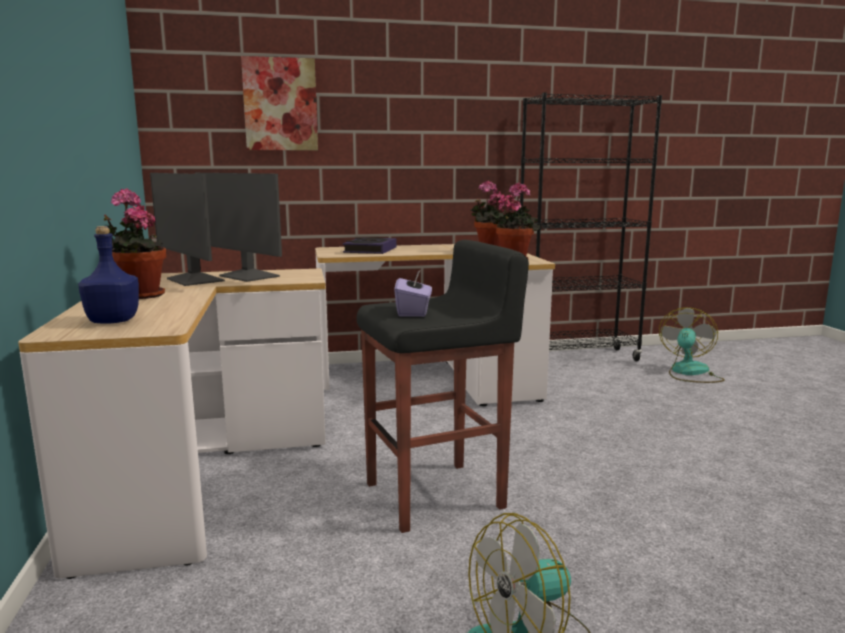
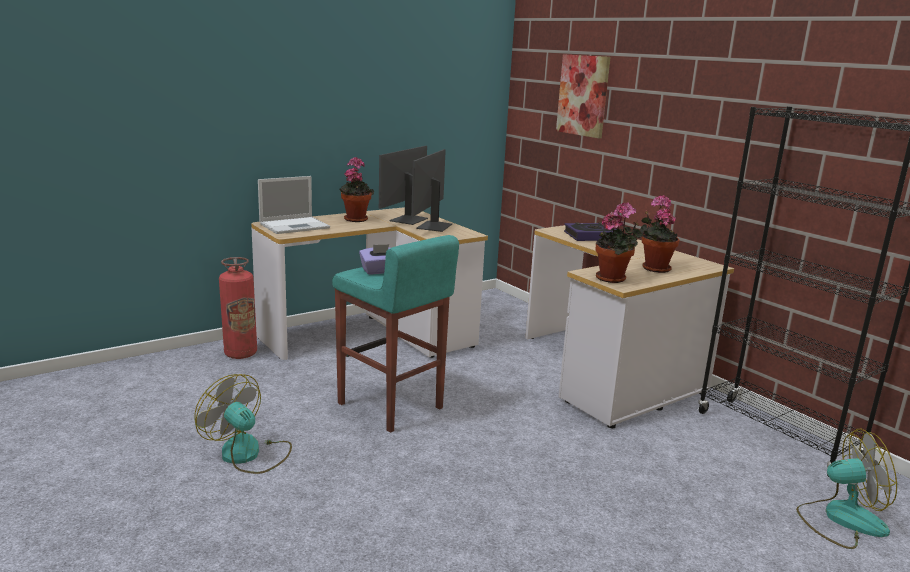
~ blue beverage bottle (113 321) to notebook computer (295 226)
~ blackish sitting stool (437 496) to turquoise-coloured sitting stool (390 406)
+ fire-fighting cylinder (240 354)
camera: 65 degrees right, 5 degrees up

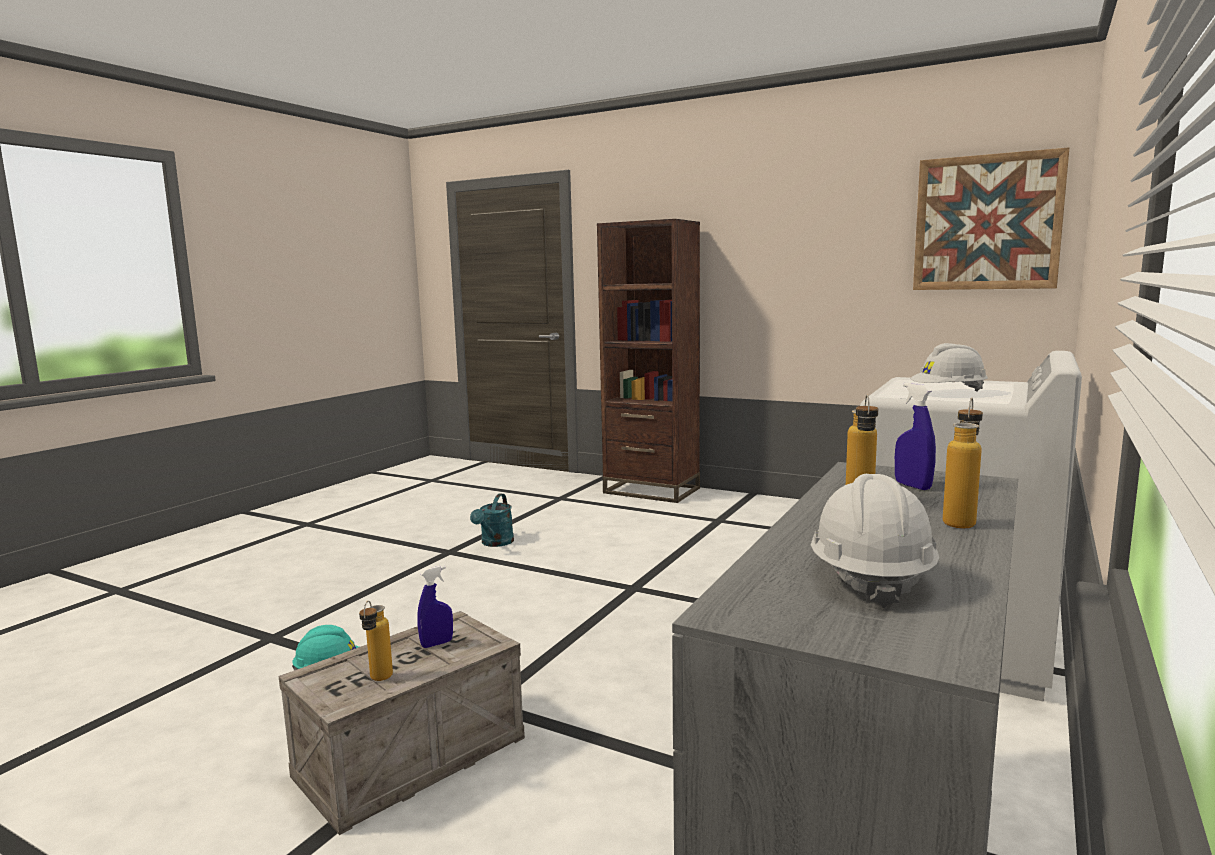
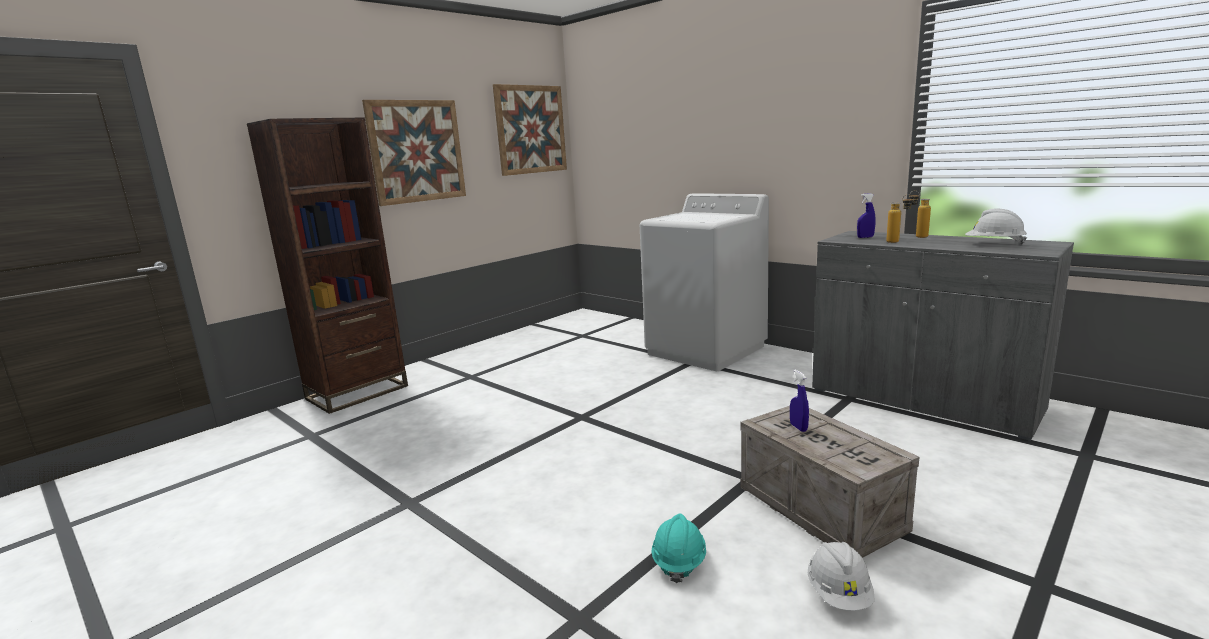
- beverage bottle (378 681)
- turquoise-coloured watering pot (495 543)
~ whitish safety helmet (948 393) to (839 594)
+ picture (417 151)
camera: 75 degrees left, 5 degrees up

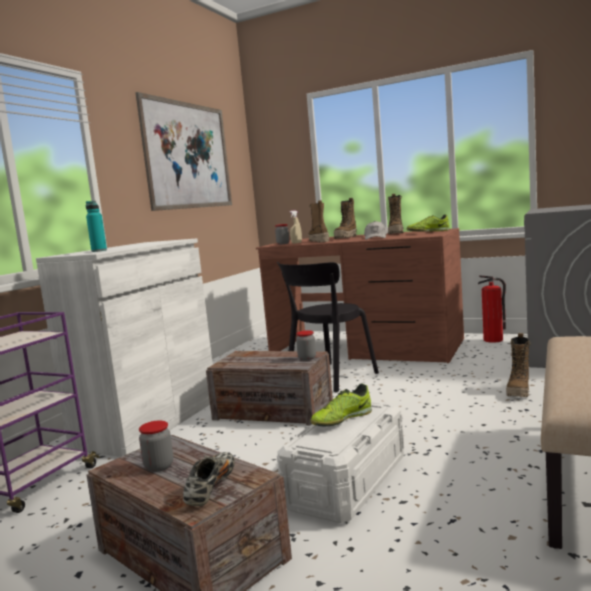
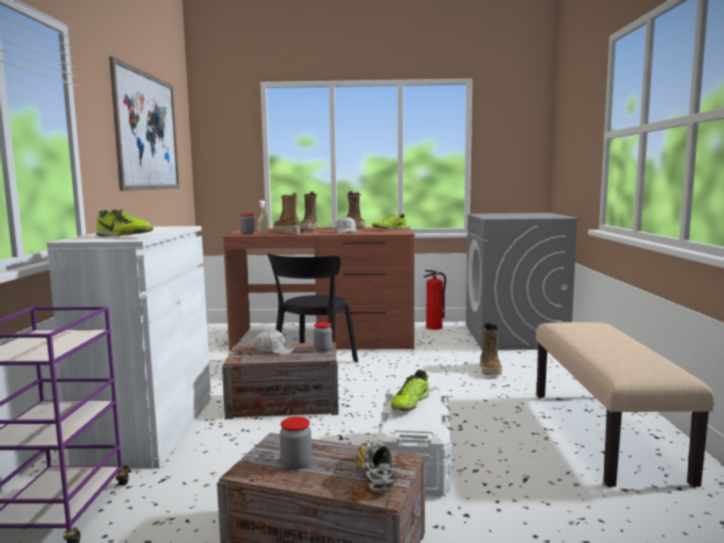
~ turquoise-coloured beverage bottle (99 251) to shoe (123 236)
+ whitish peaked cap (274 350)
camera: 25 degrees left, 0 degrees up

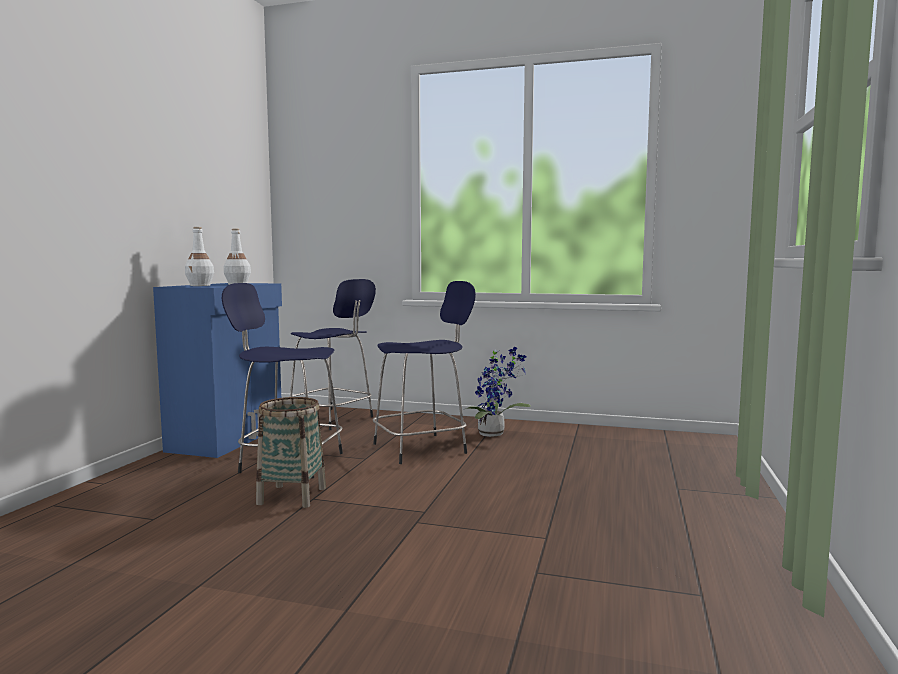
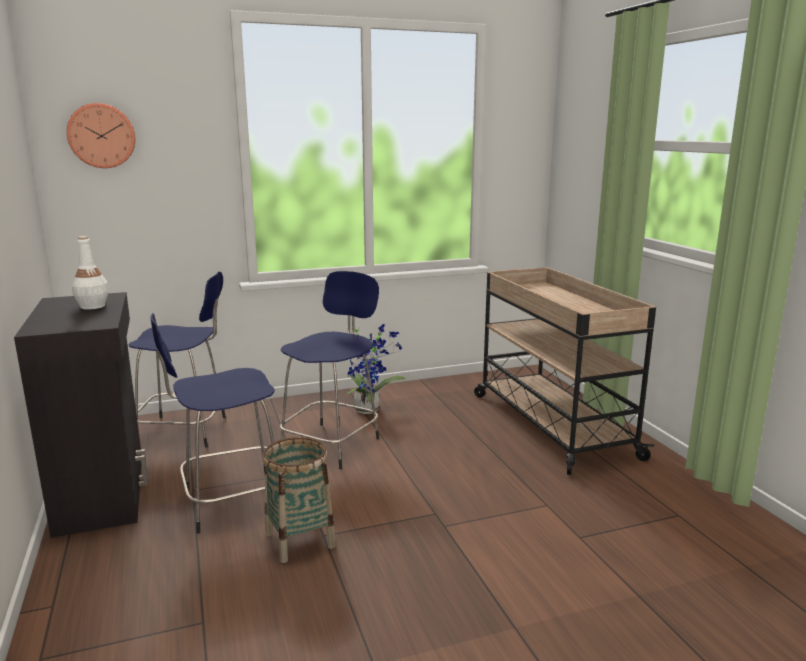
~ blue storage cabinet (229 438) to blackish storage cabinet (104 491)
- whitish beverage bottle (200 285)
+ wall clock (102 136)
+ beige-coloured trolley (550 424)
camera: 35 degrees left, 10 degrees up

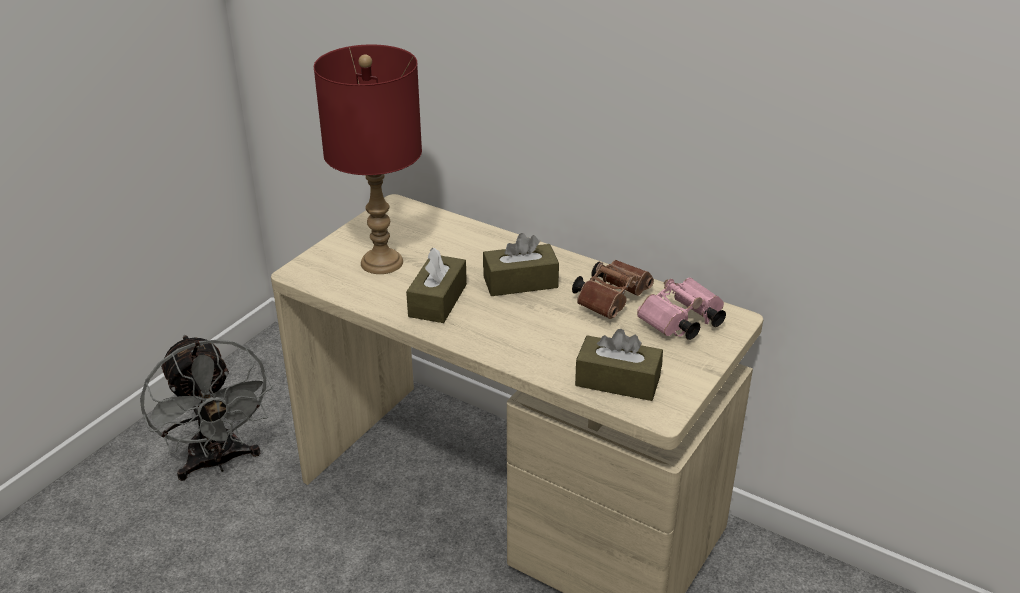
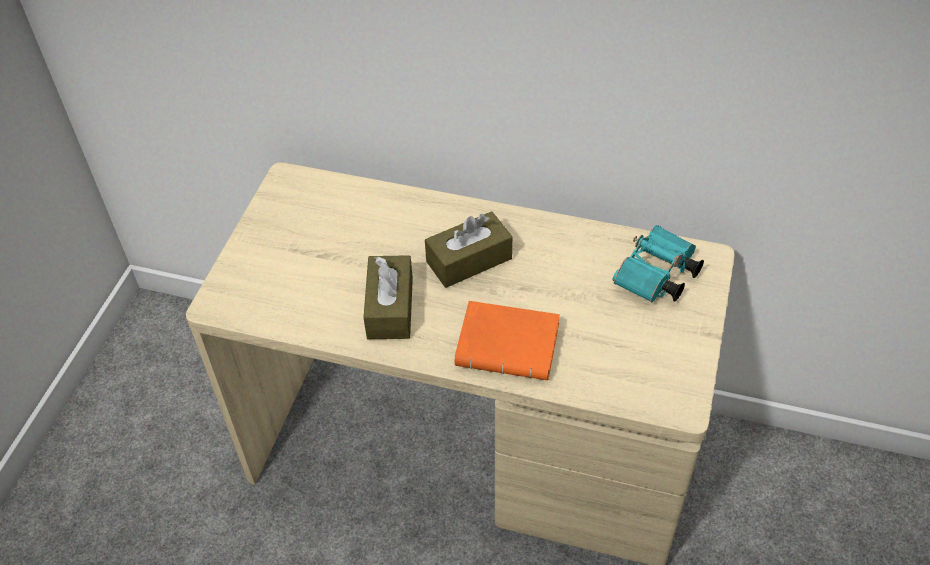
- grey fan (218 462)
- red table lamp (381 263)
- brown pair of binoculars (612 299)
- brown tissue holder (617 381)
~ pinkish pair of binoculars (680 323) to turquoise-coloured pair of binoculars (655 278)
+ orange volume (511 345)
camera: 15 degrees left, 15 degrees up

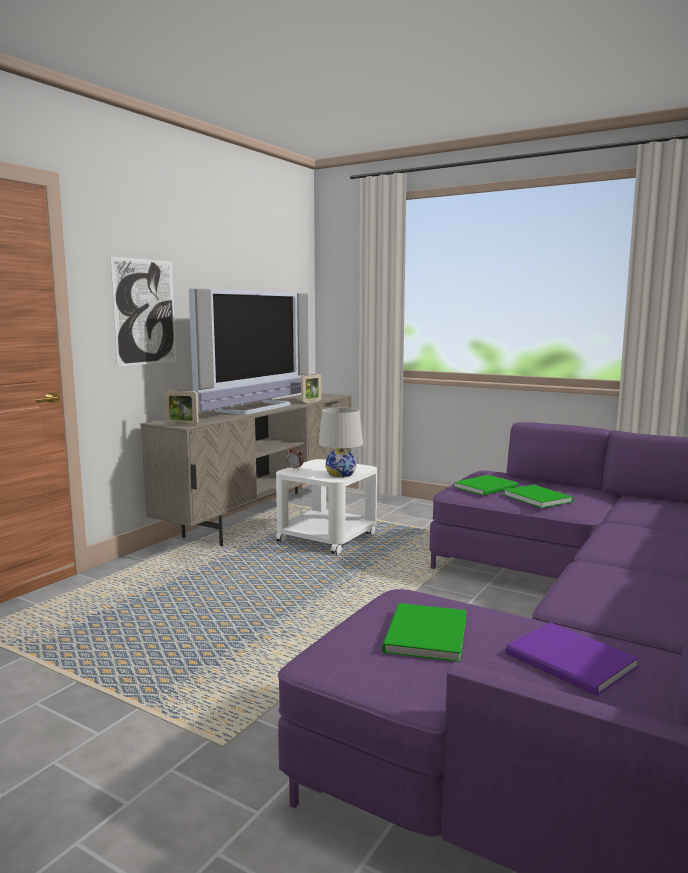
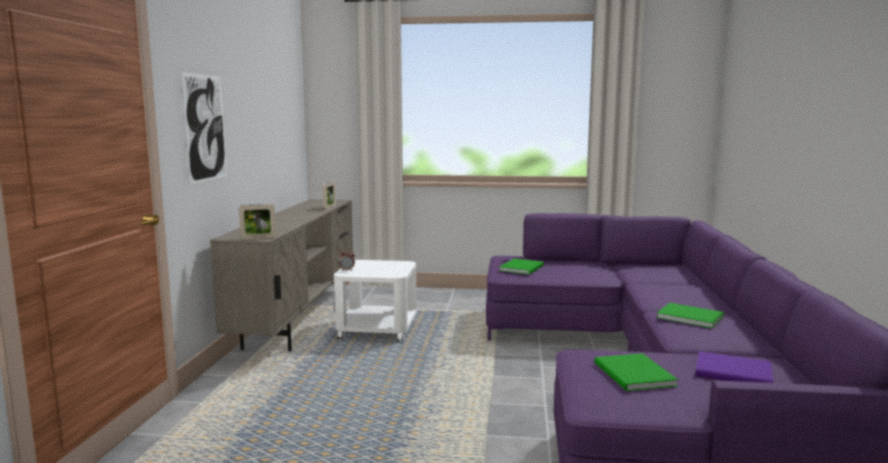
- TV set (257 408)
- whitish table lamp (341 474)
~ green volume (537 497) to (688 316)
camera: 25 degrees left, 0 degrees up

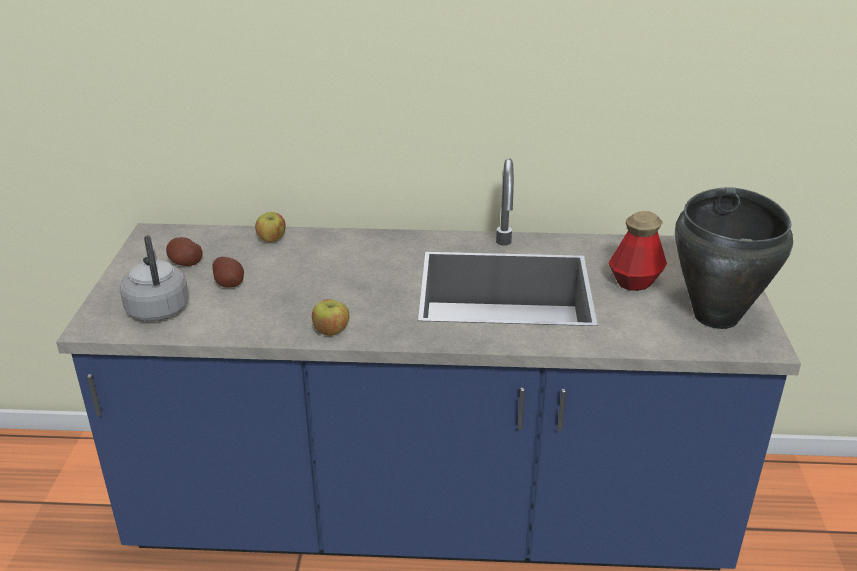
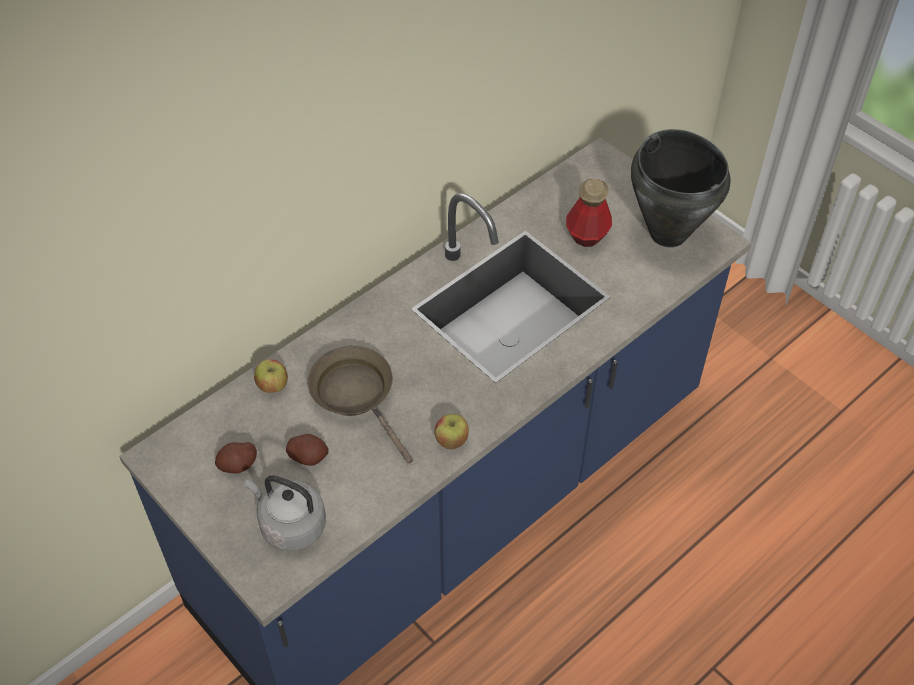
+ brown skillet (356 395)
camera: 45 degrees left, 20 degrees up

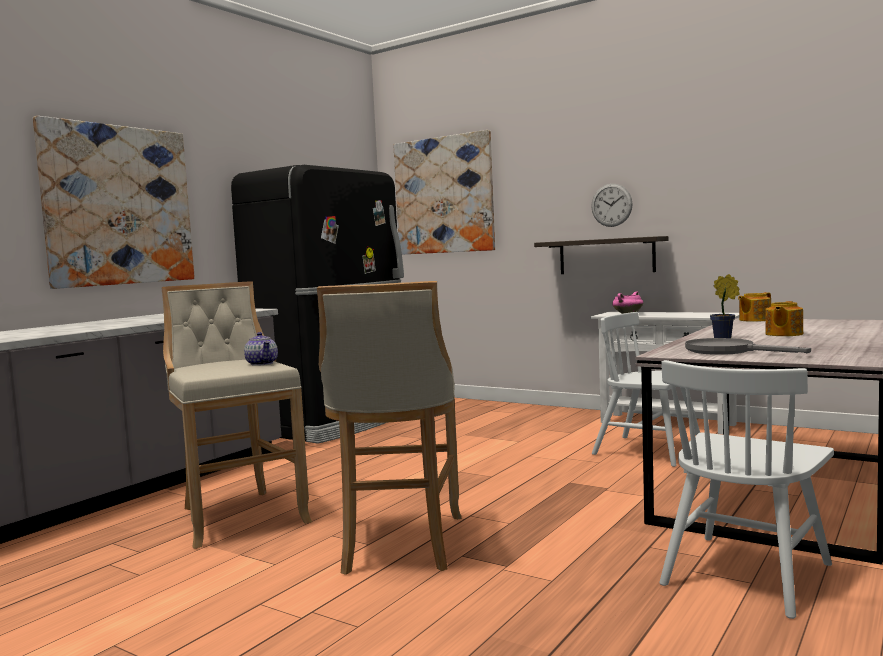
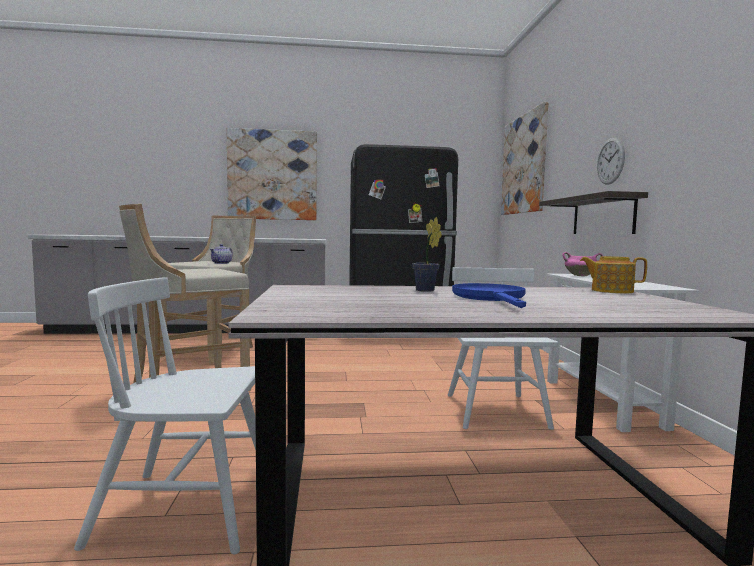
- grey skillet (729 351)
~ pot for tea (783 334) to blue skillet (491 298)
camera: 50 degrees right, 0 degrees up

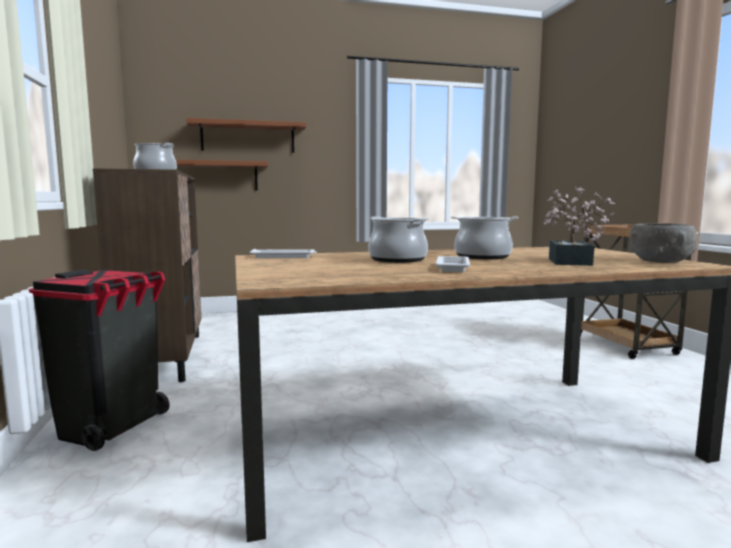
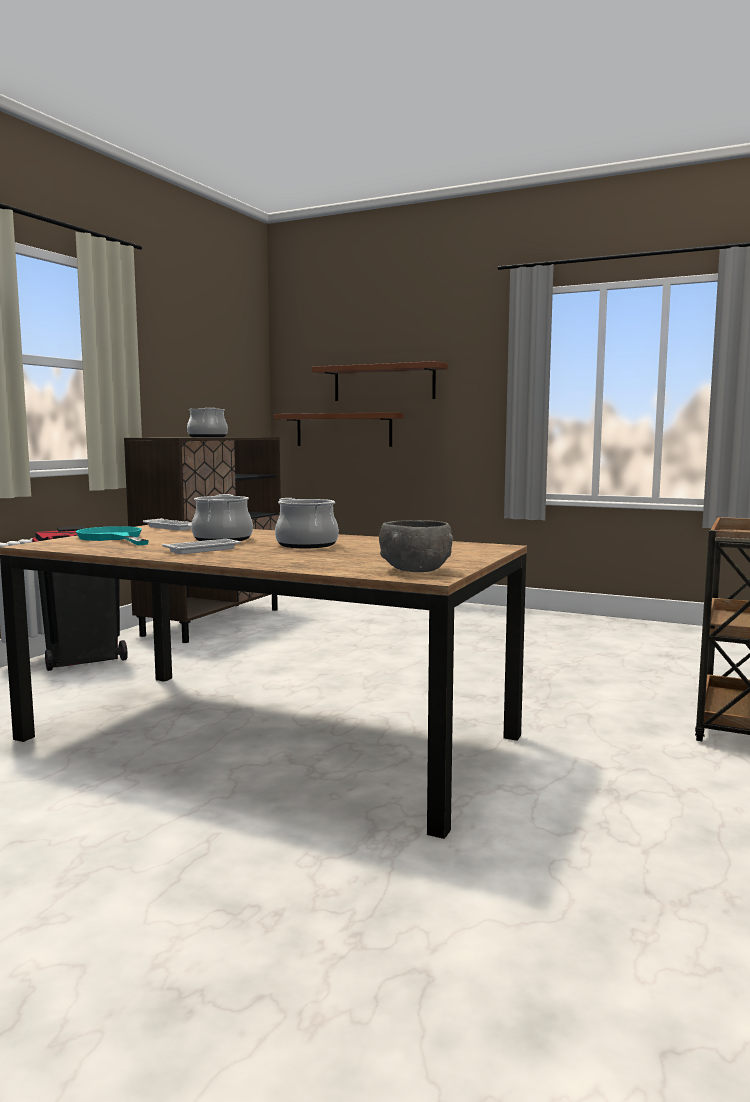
- houseplant (570 262)
+ turquoise-coloured skillet (113 538)
camera: 40 degrees right, 0 degrees up

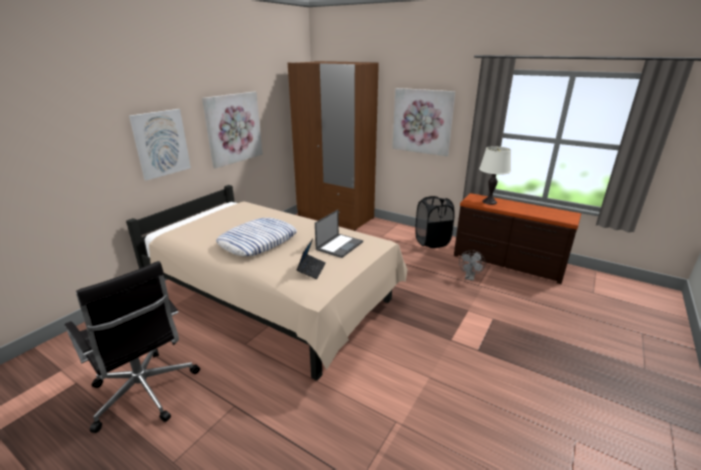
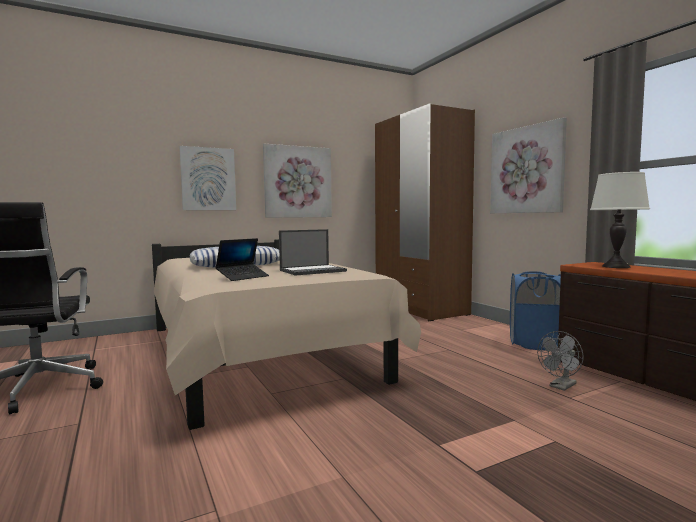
~ blackish hamper (432 242) to blue hamper (534 344)
camera: 30 degrees right, 20 degrees down

